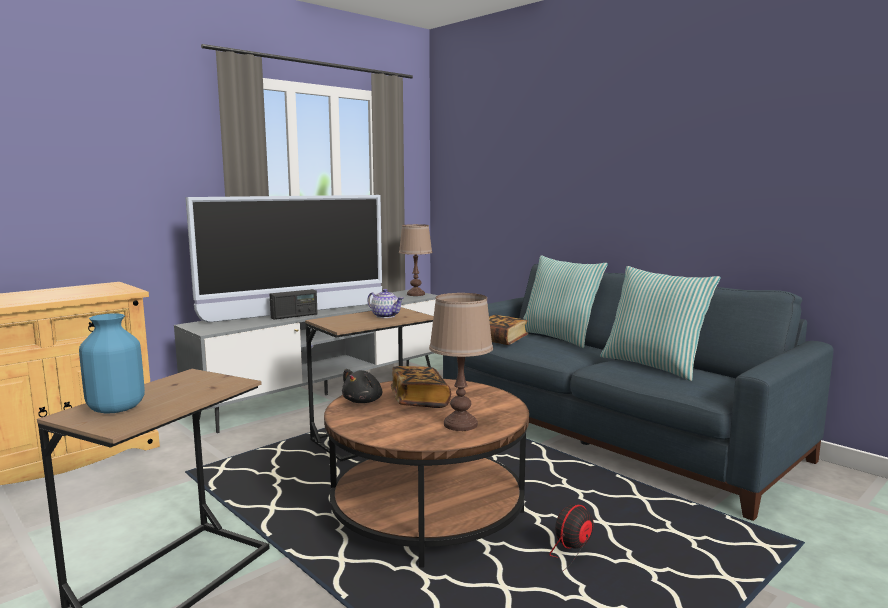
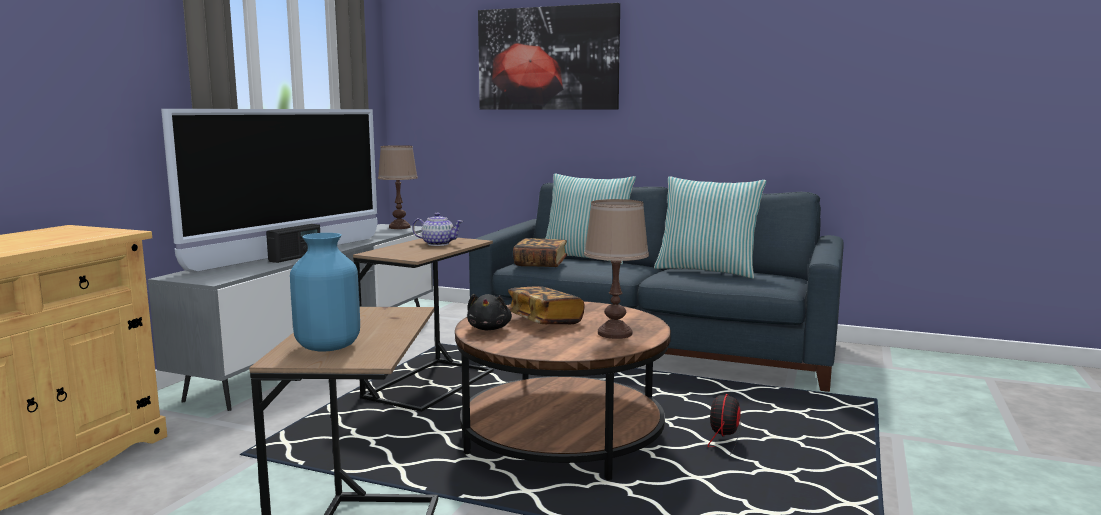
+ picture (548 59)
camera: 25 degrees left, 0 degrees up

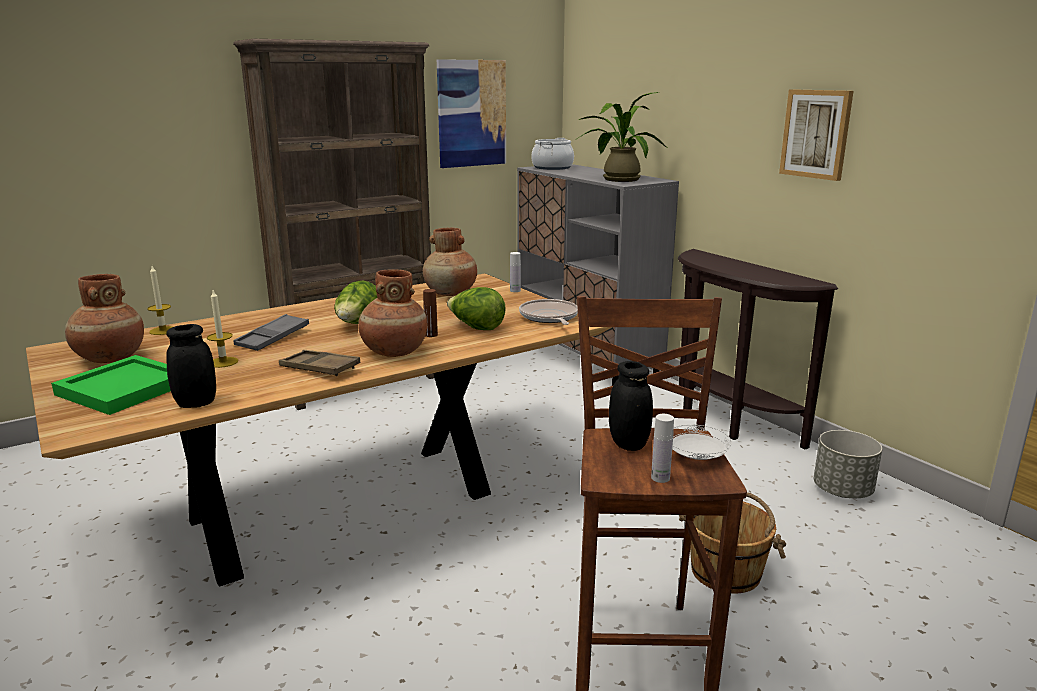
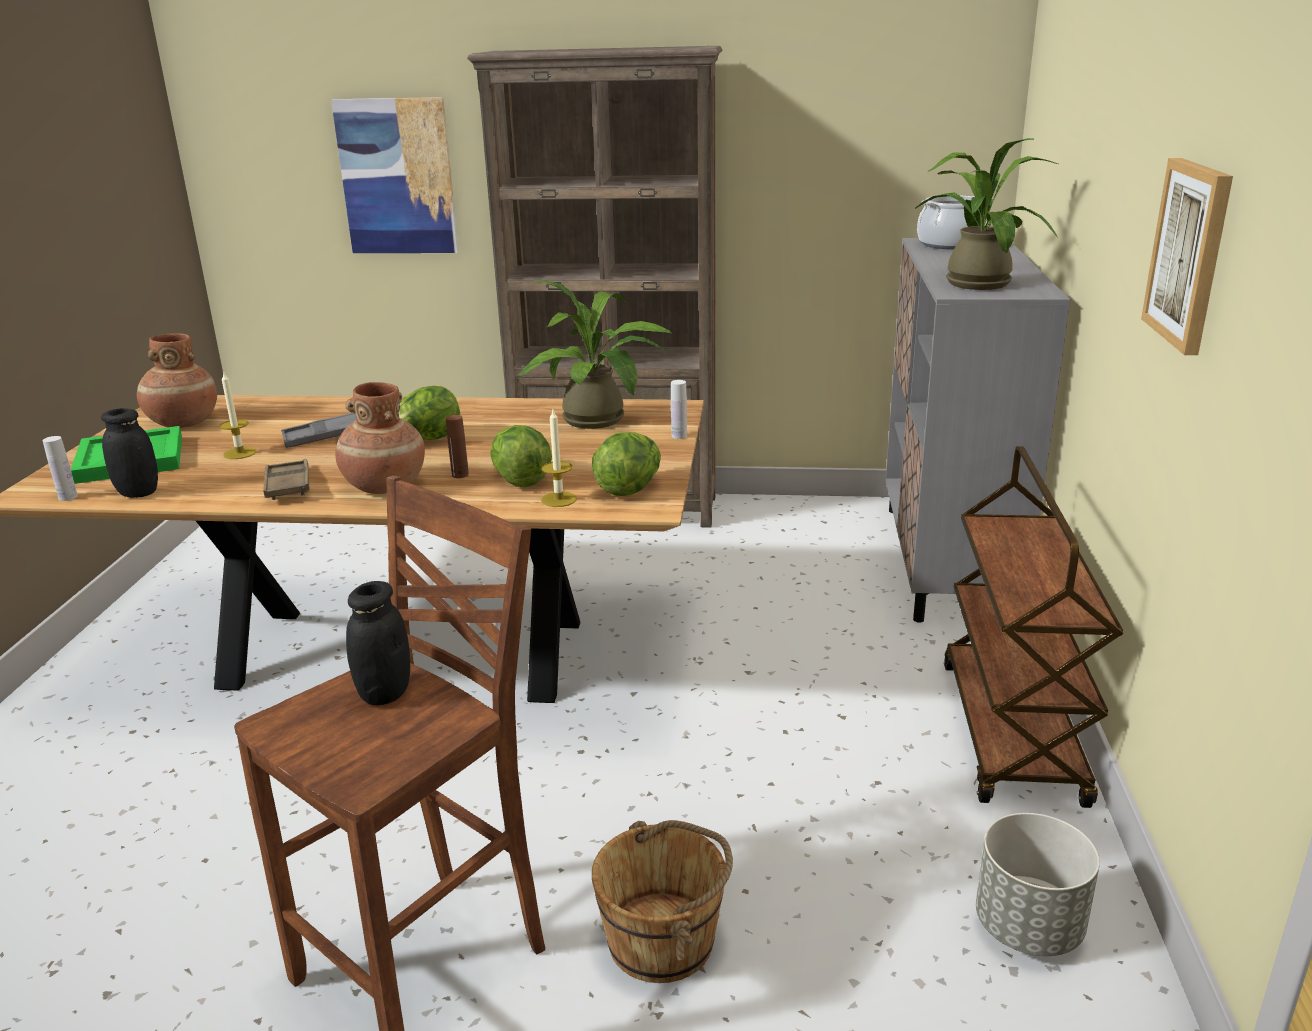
~ wax candle (163 330) to (559 499)
~ brown decorative vase (451 293) to houseplant (600 421)
~ picture (471 113) to (397 177)
~ skillet (549 317) to head of lettuce (629 488)
~ whitish beverage bottle (660 478) to (68 497)
- whitish dinner plate (697 457)
~ brown console table (725 421) to brown trolley (1012 733)
camera: 40 degrees right, 5 degrees up

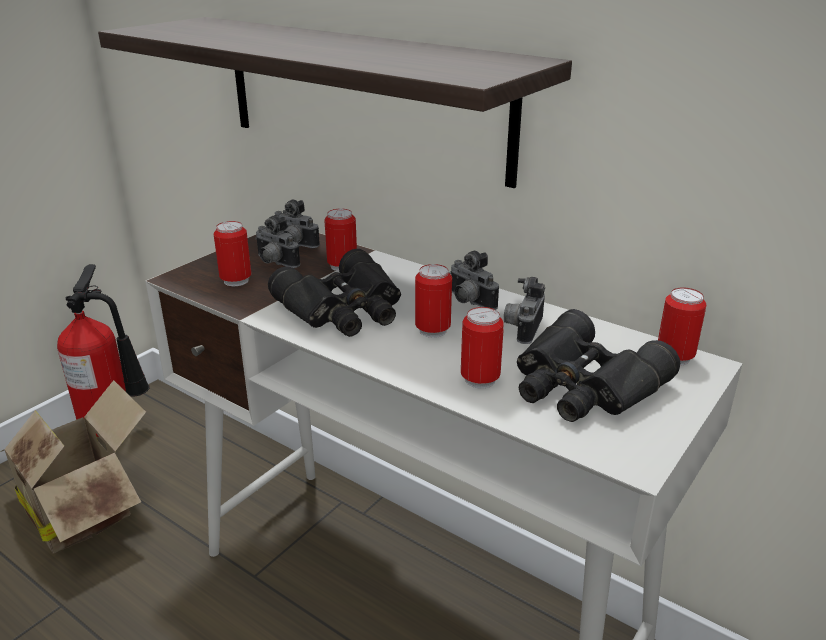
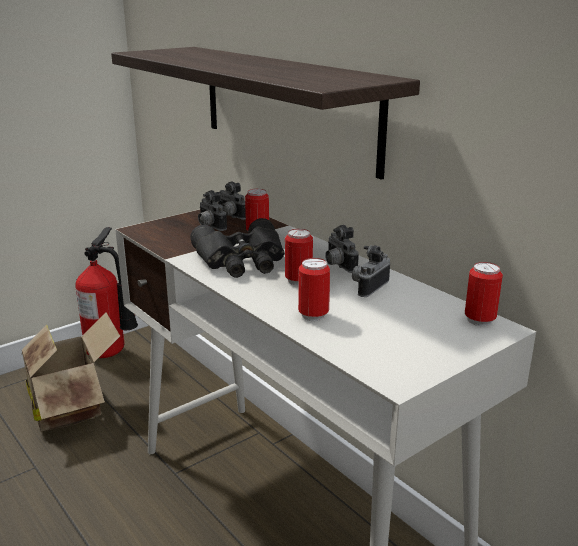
- metal can (236 281)
- blackish pair of binoculars (583 386)
camera: 15 degrees right, 5 degrees down

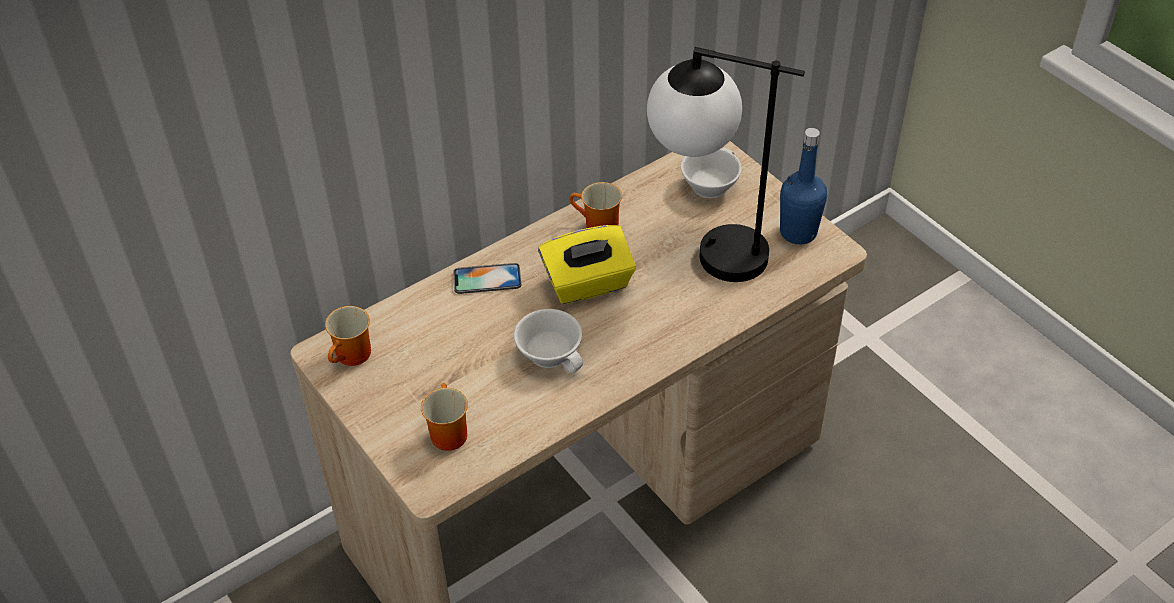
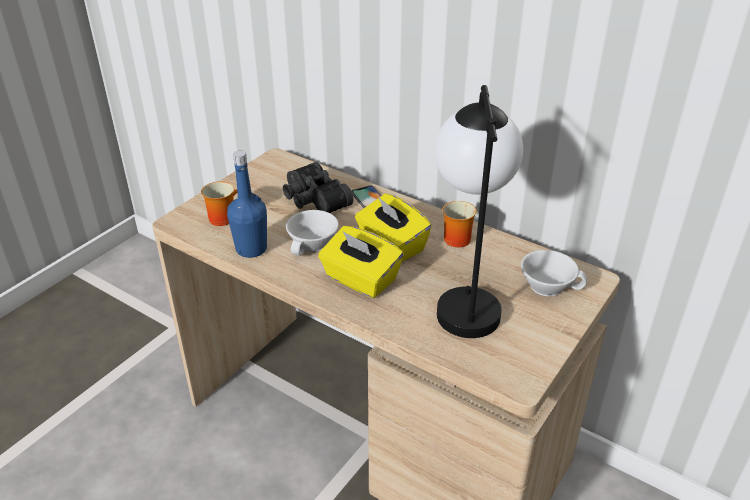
- coffee mug (353 357)
~ blue beverage bottle (798 232) to (251 249)
+ blackish pair of binoculars (313 200)
+ yellow tissue holder (360 280)
camera: 70 degrees right, 10 degrees down

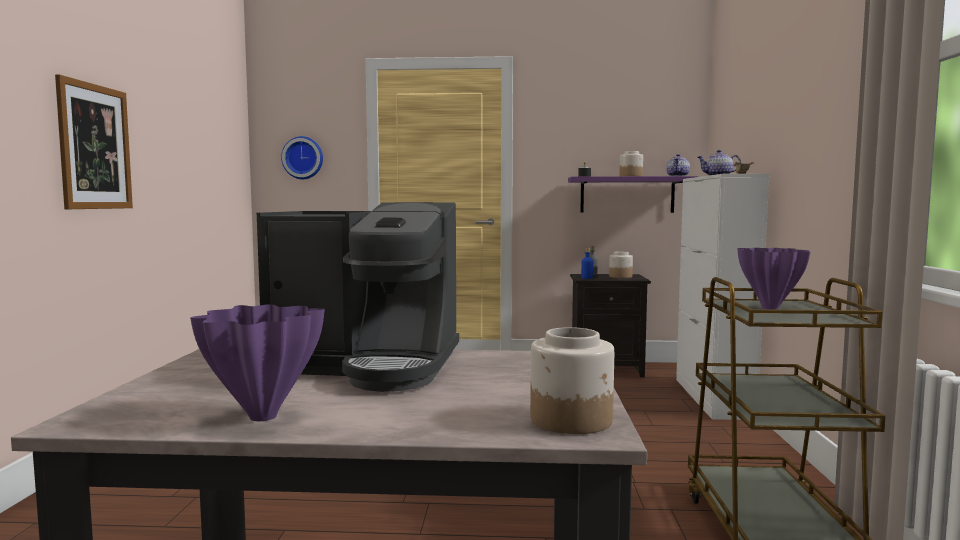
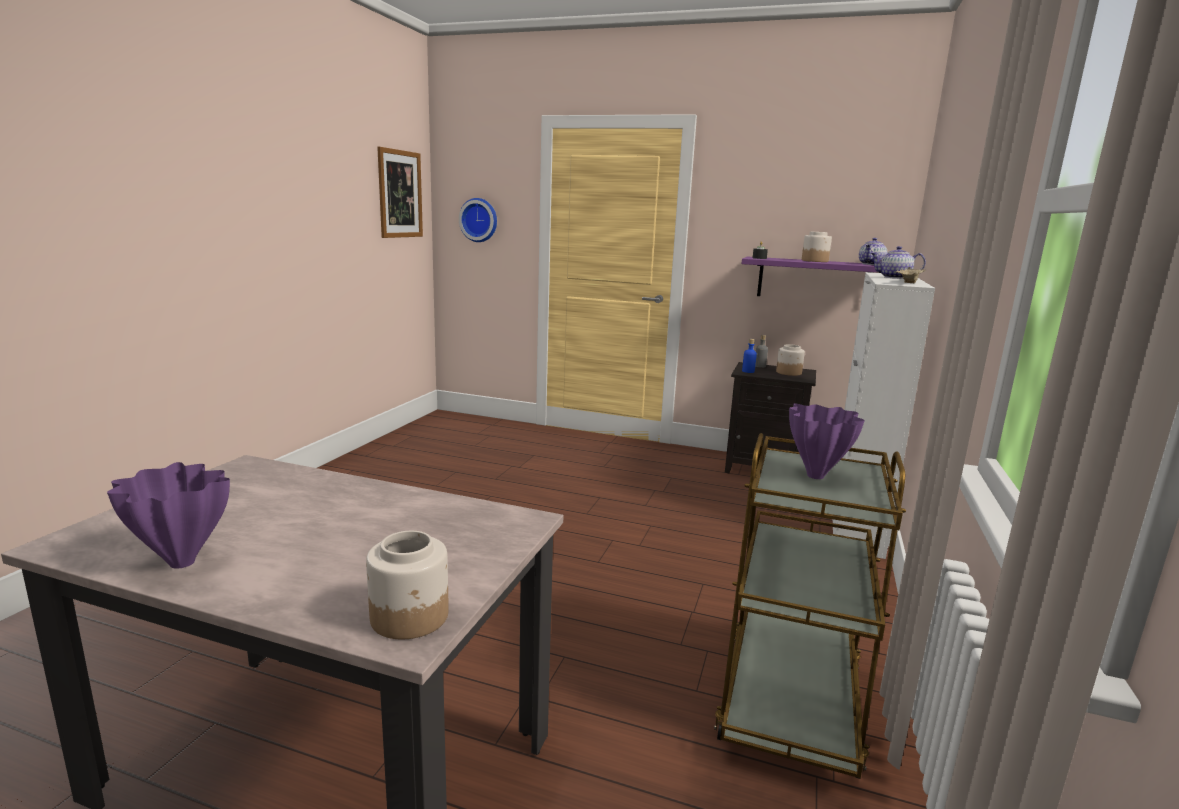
~ picture (95 147) to (400 194)
- coffee machine (368 366)
camera: 15 degrees right, 10 degrees up

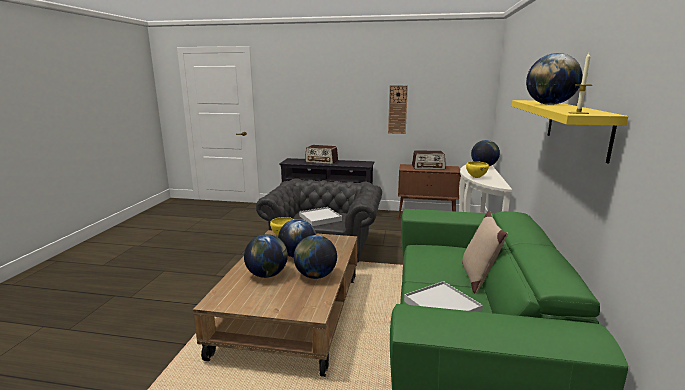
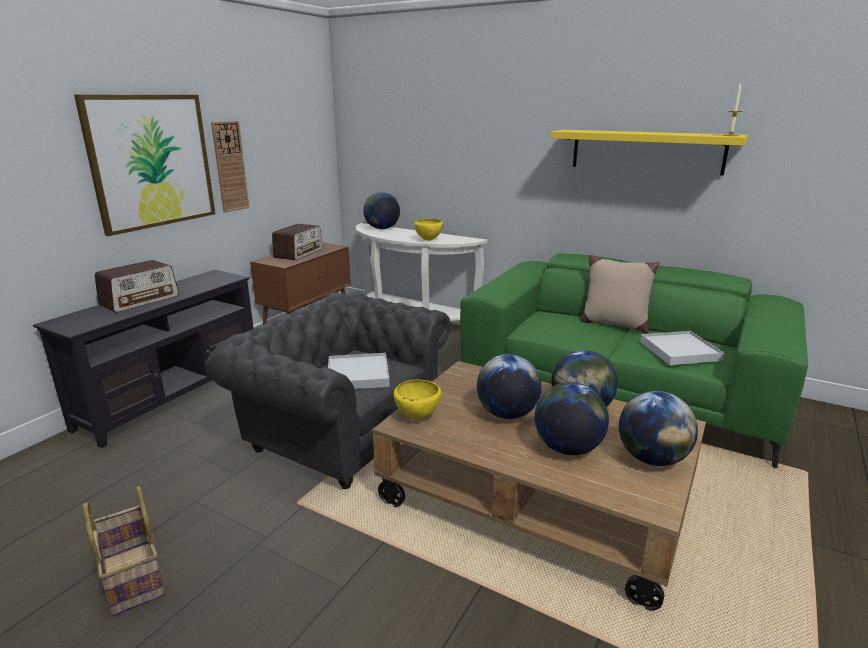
~ desk globe (549 104) to (651 459)
+ picture (151 161)
+ household basket (132 577)
camera: 70 degrees left, 5 degrees up

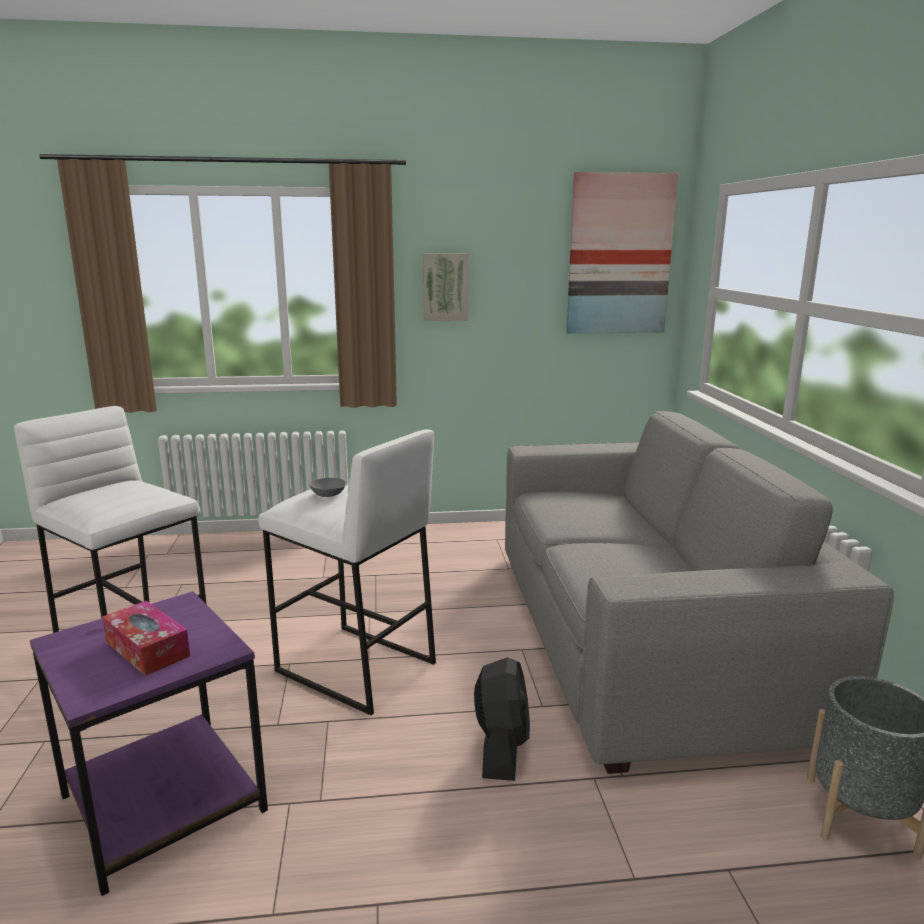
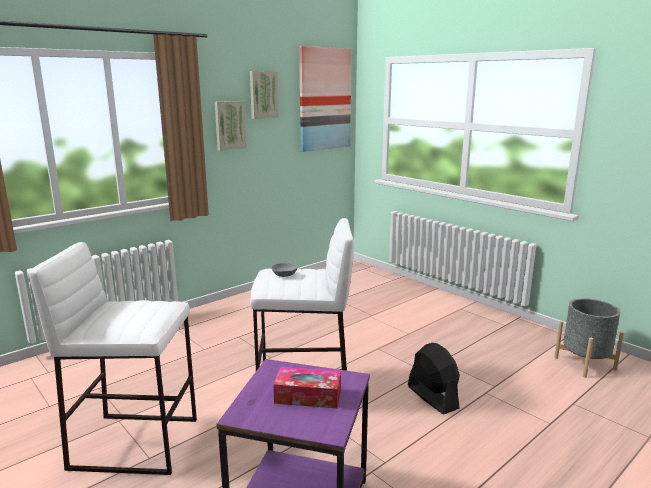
- grey sofa (640 634)
+ picture (263 94)
camera: 35 degrees left, 0 degrees up

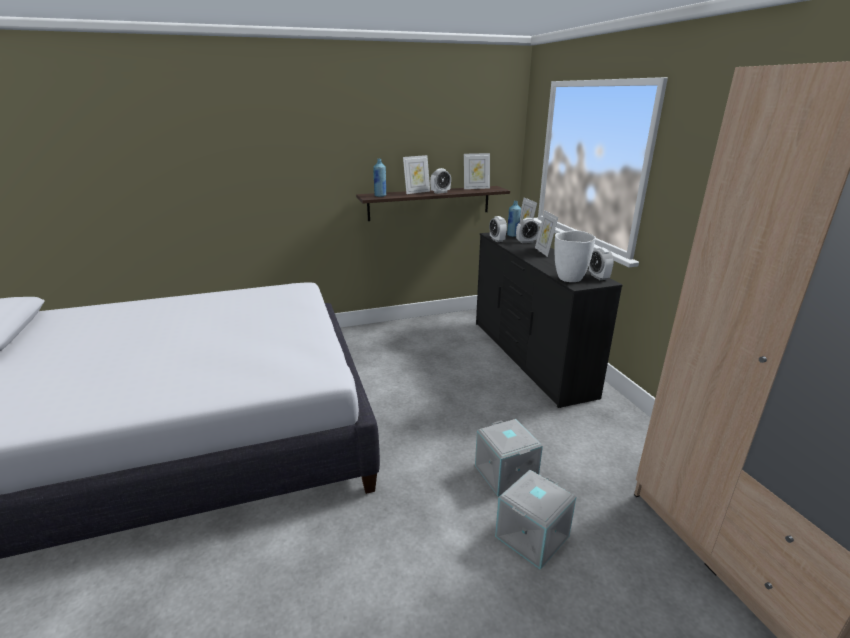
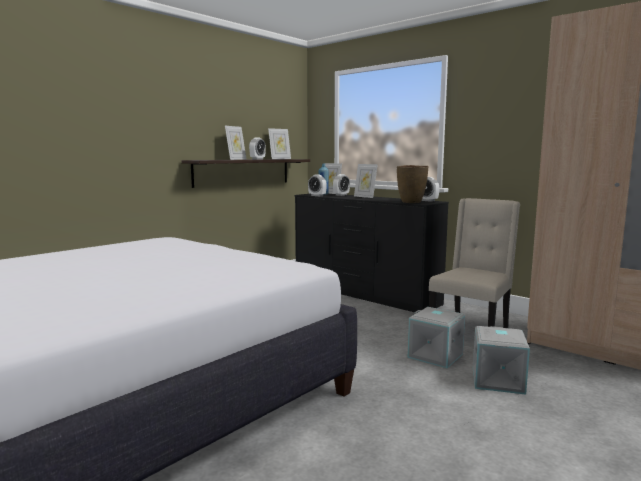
- blue beverage bottle (380 195)
~ whitish decorative vase (569 278) to brown decorative vase (411 202)
+ beige-coloured chair (471 331)
camera: 30 degrees left, 15 degrees down

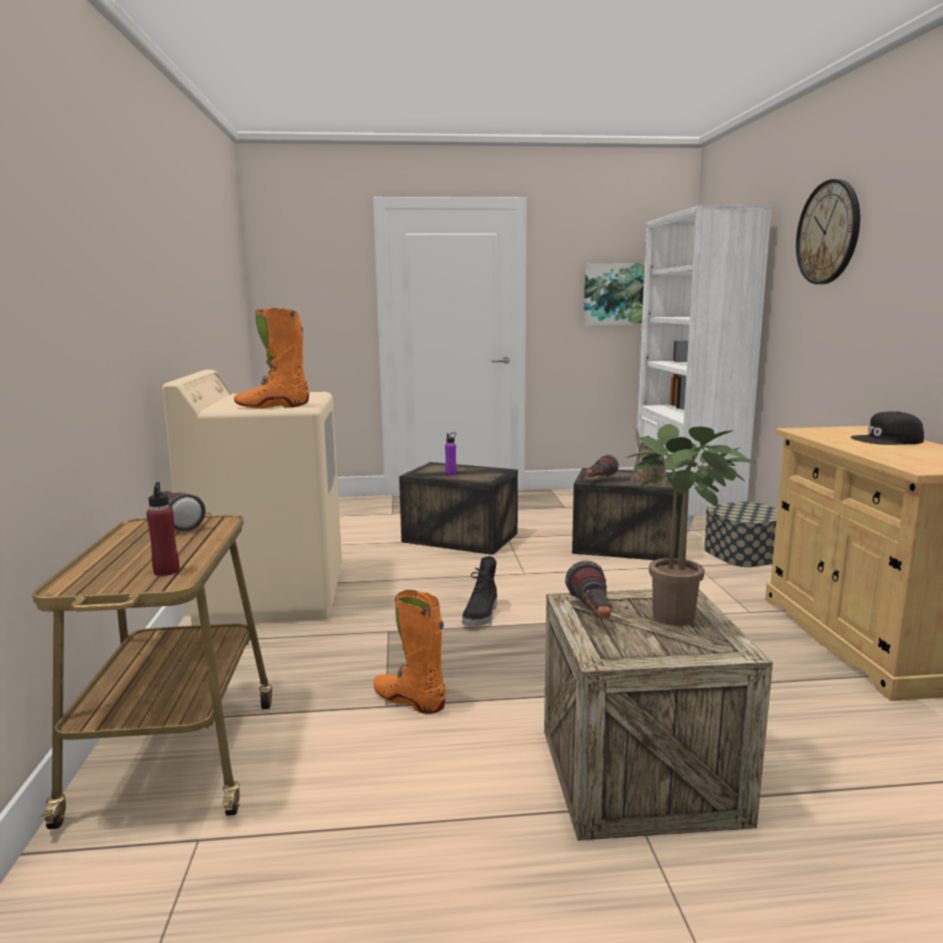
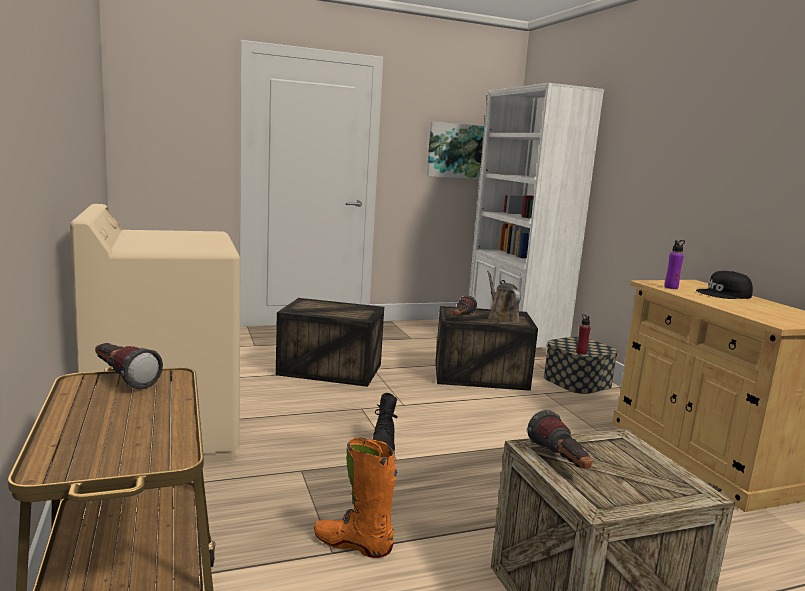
~ red beverage bottle (166 571) to (581 352)
- orange tall boot (272 406)
~ purplish beverage bottle (451 473) to (671 287)
- houseplant (681 618)
- wall clock (828 232)
camera: 15 degrees left, 0 degrees up

